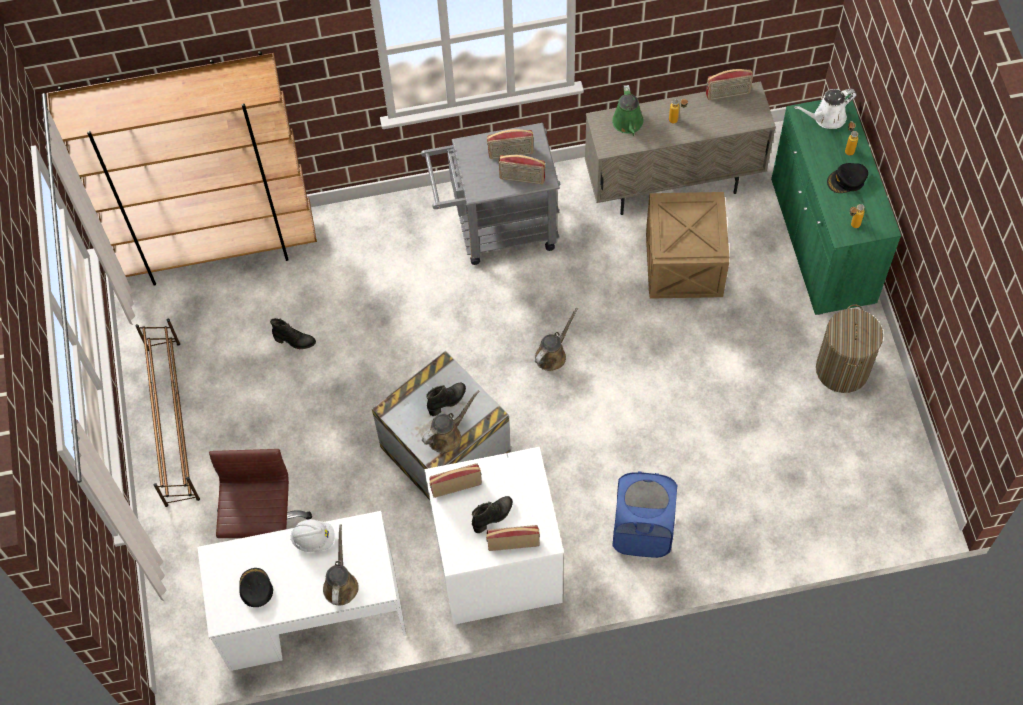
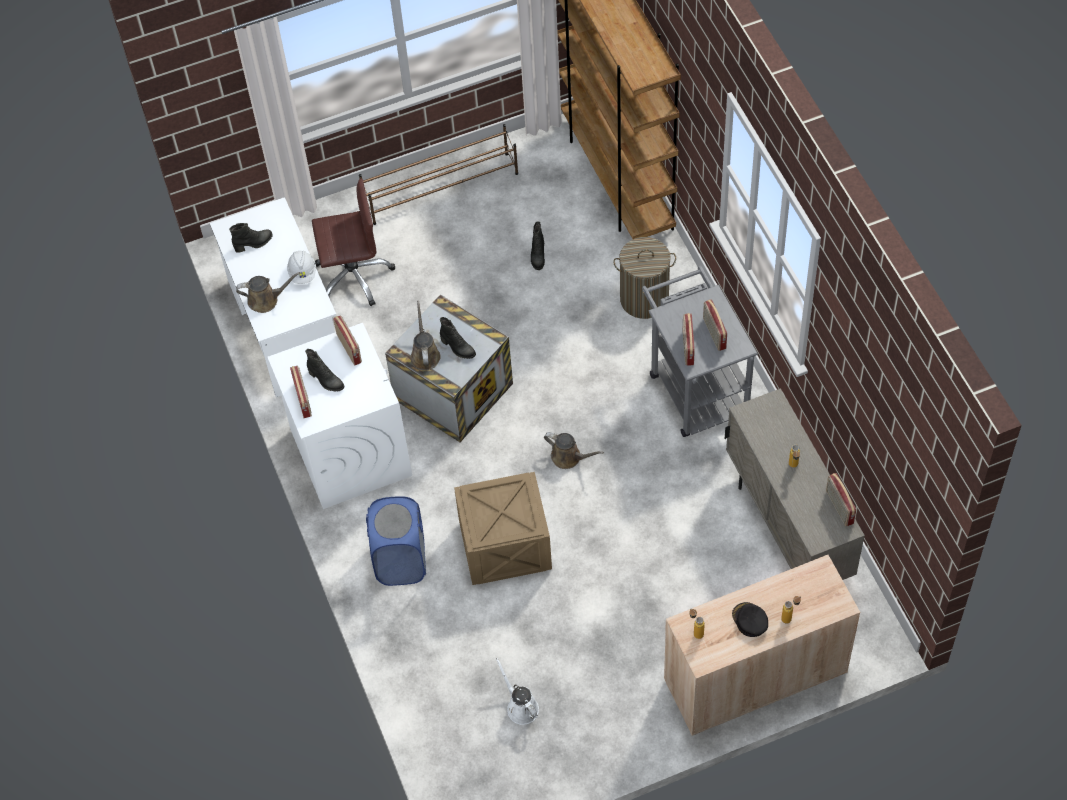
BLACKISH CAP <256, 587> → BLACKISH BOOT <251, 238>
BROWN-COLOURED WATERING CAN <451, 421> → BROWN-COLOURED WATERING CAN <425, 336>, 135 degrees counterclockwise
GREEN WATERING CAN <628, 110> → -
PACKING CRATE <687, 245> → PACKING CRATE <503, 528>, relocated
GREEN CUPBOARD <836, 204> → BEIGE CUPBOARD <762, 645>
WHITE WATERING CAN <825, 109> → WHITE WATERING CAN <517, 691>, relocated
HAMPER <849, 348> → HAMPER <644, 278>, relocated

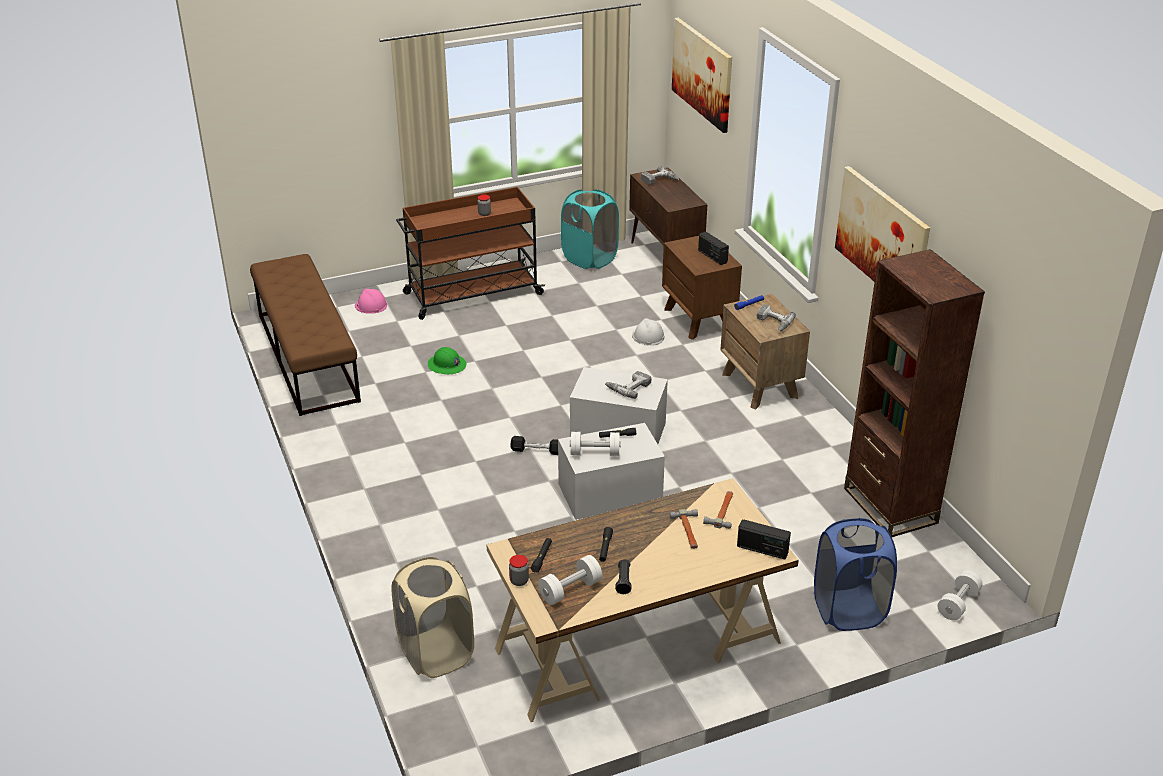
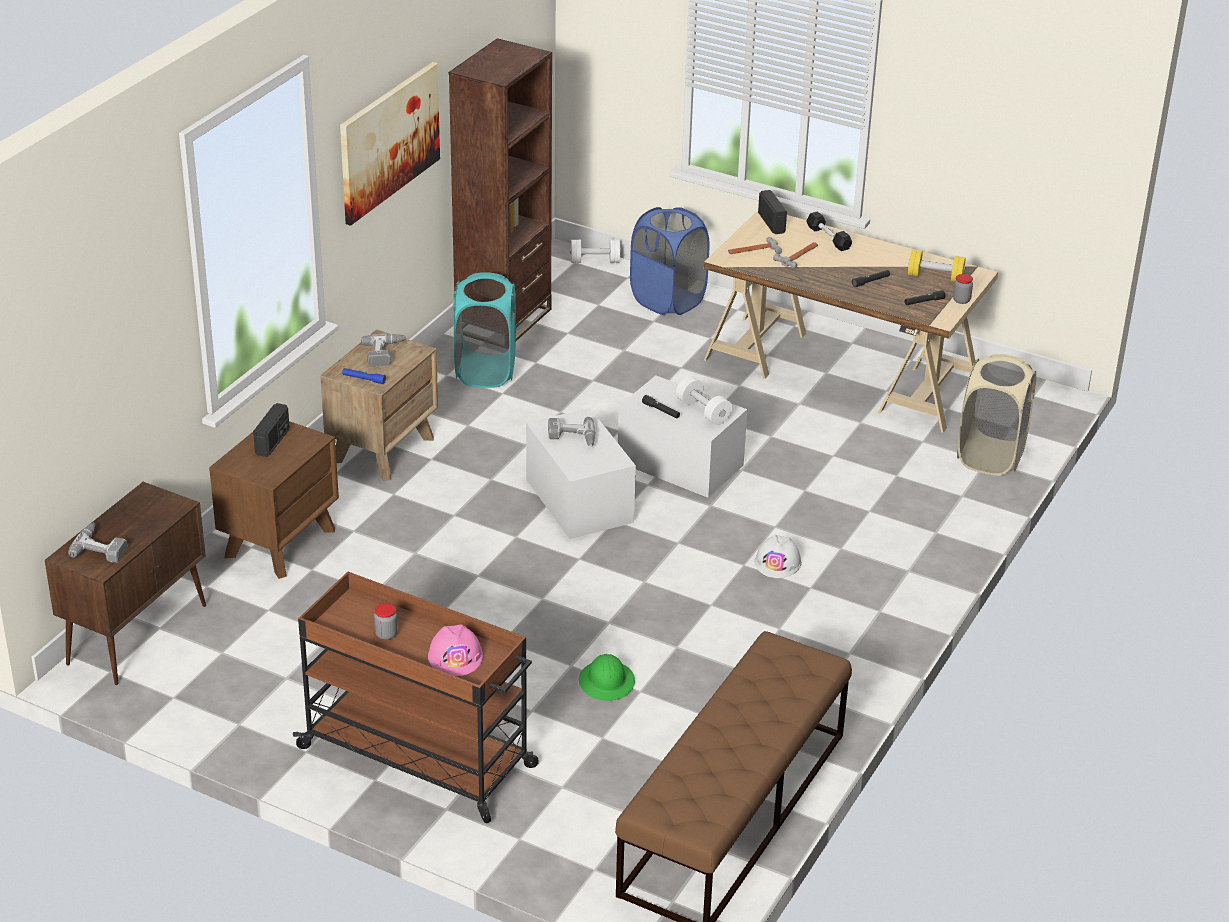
PINK-COLOURED HARD HAT <371, 301> → PINK-COLOURED HARD HAT <455, 650>, relocated
BLACKISH DUMBBELL <534, 445> → BLACKISH DUMBBELL <829, 231>, relocated
WHITE DUMBBELL <570, 580> → YELLOWISH DUMBBELL <937, 266>
TURQUOISE-COLOURED HAMPER <590, 229> → TURQUOISE-COLOURED HAMPER <484, 330>, relocated
BLACKISH HAND TORCH <623, 576> → -
WHITE HARD HAT <648, 332> → WHITE HARD HAT <777, 556>, relocated
PICTURE <702, 75> → -

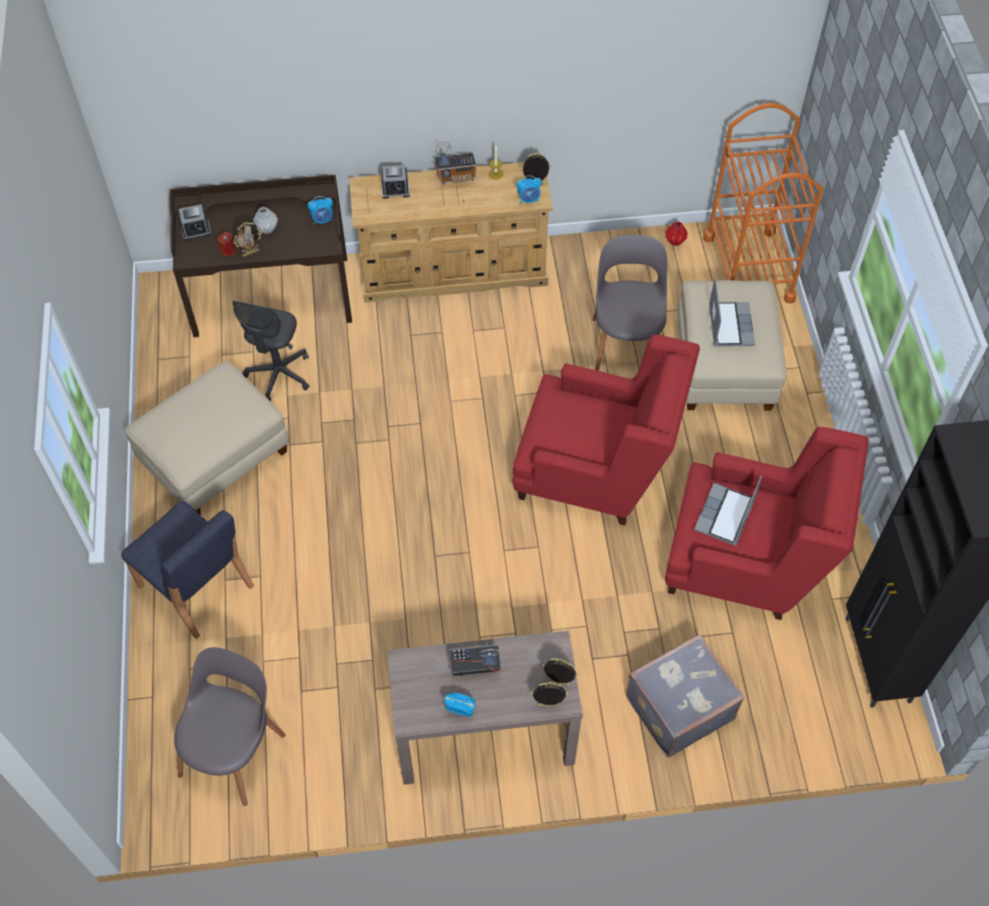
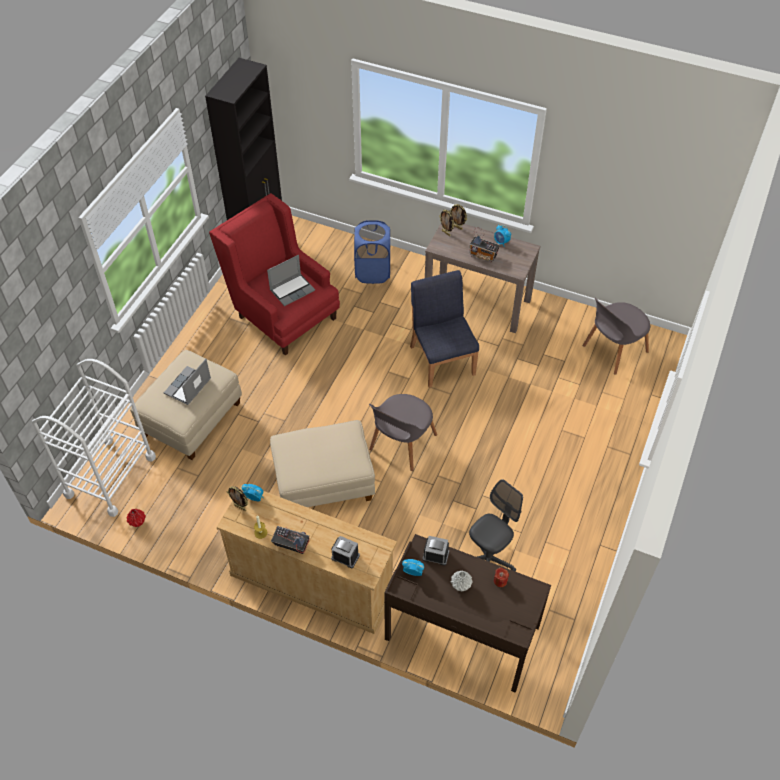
BLUE-COLOURED UPRIGHT CHAIR <187, 570> → BLUE-COLOURED UPRIGHT CHAIR <444, 329>, relocated
BEIGE OTTOMAN <207, 438> → BEIGE OTTOMAN <322, 463>, relocated
ALARM CLOCK <194, 222> → ALARM CLOCK <436, 551>, relocated
PHOTO FRAME <247, 239> → -
RED-COLOURED EASY CHAIR <606, 430> → -
GREY UPRIGHT CHAIR <630, 303> → GREY UPRIGHT CHAIR <403, 432>, relocated
GREY SUITCASE <685, 696> → BLUE-COLOURED HAMPER <372, 252>
ORANGE-COLOURED WHEELED CART <763, 203> → WHITE WHEELED CART <94, 438>

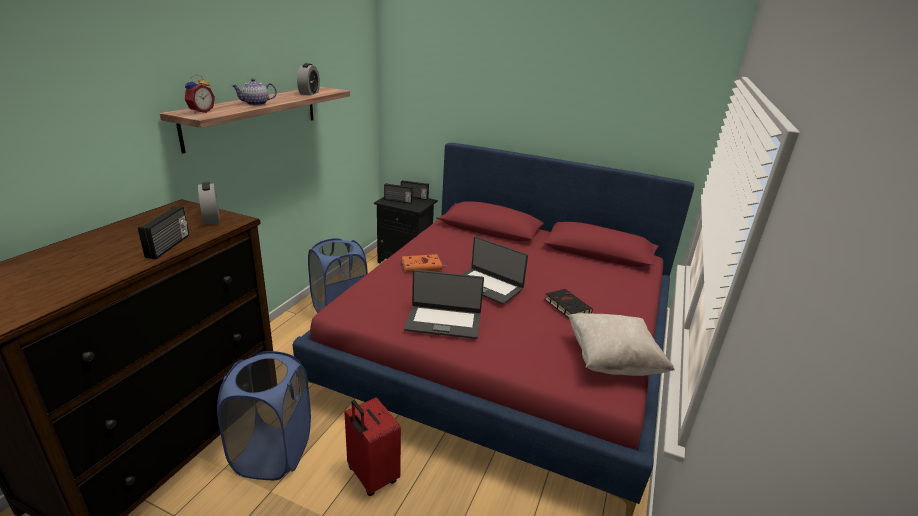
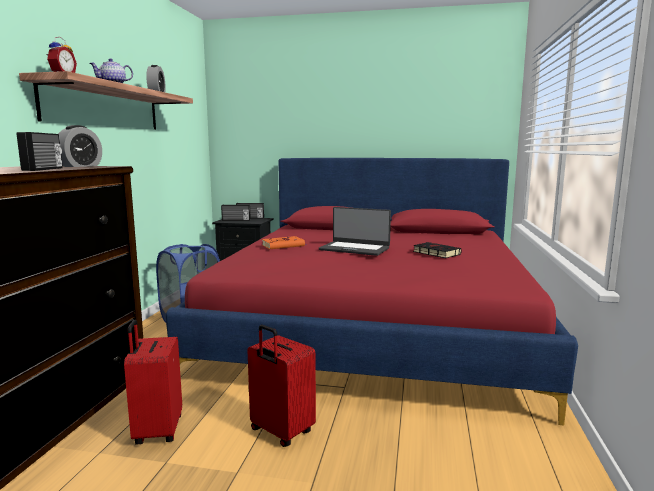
ALARM CLOCK <209, 203> → ALARM CLOCK <80, 146>, 120 degrees counterclockwise
BLUE-COLOURED HAMPER <264, 415> → RED-COLOURED SUITCASE <153, 382>
LAPTOP <444, 304> → -
BEIGE PILLOW <621, 344> → -

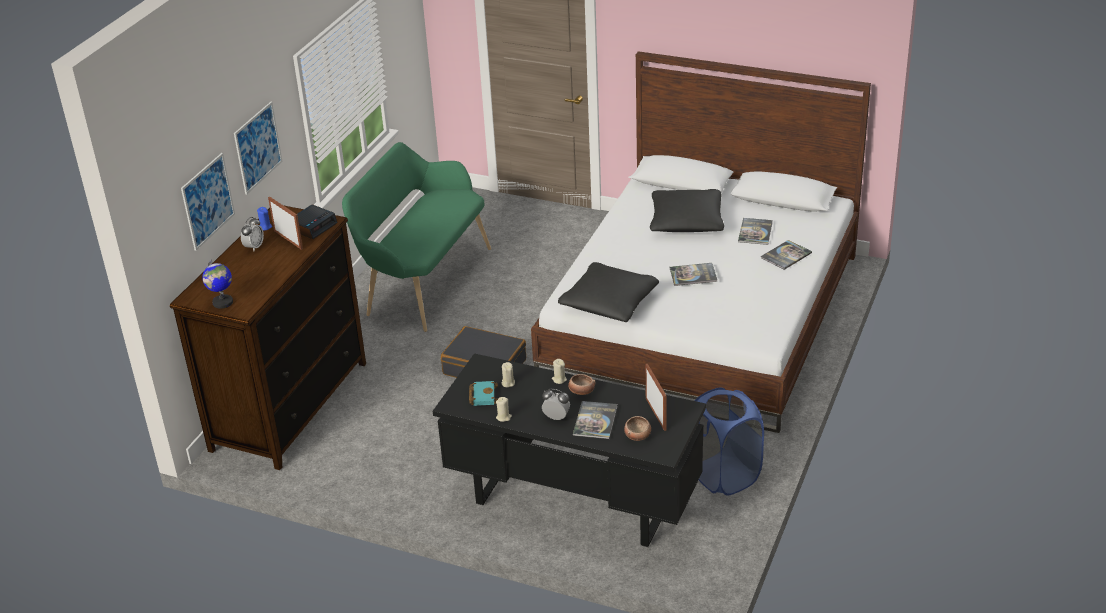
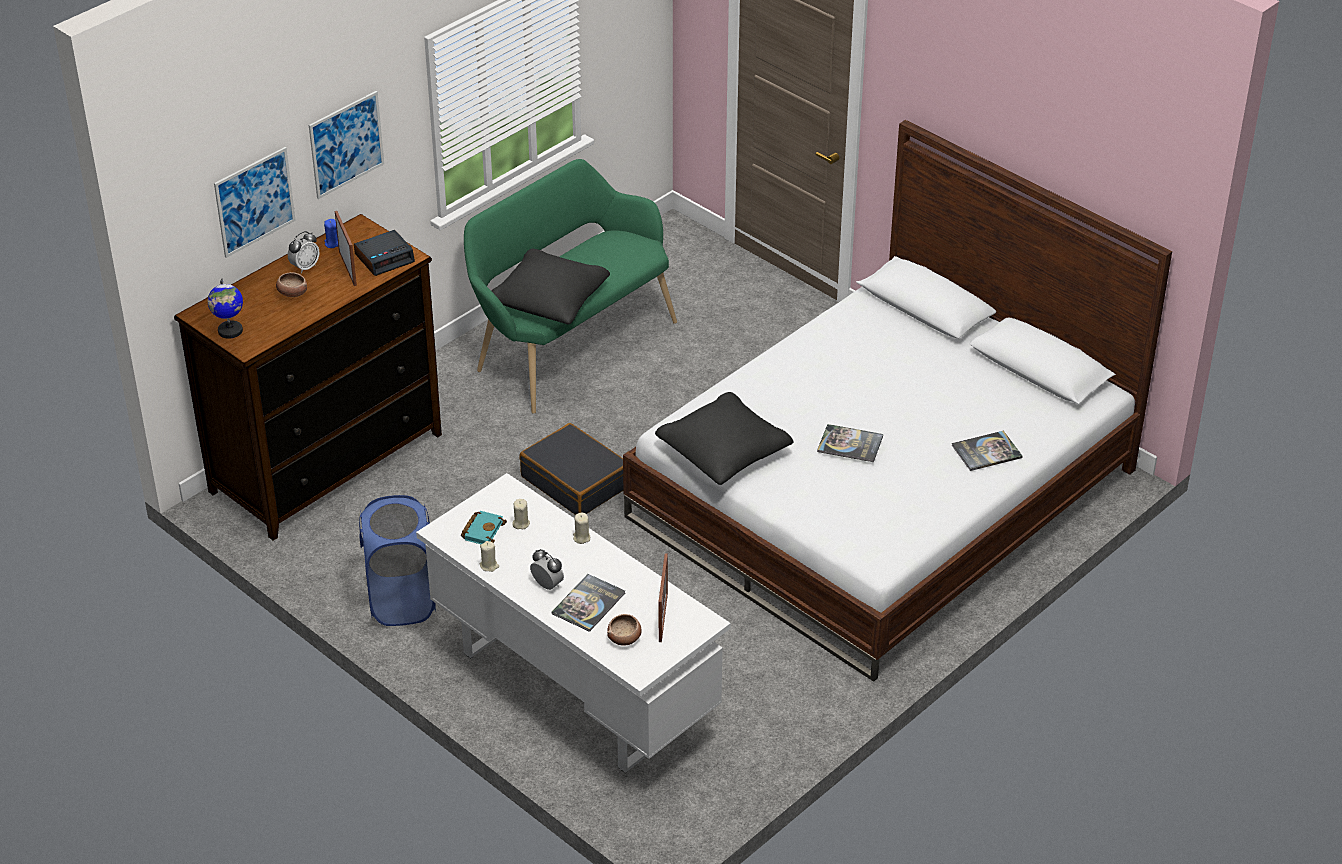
BLACKISH DESK UNIT <569, 450> → WHITE DESK UNIT <573, 623>
BOWL <581, 384> → BOWL <291, 284>, relocated
BLACKISH PILLOW <687, 210> → BLACKISH PILLOW <551, 287>, relocated
BLUE-COLOURED HAMPER <729, 442> → BLUE-COLOURED HAMPER <397, 560>, relocated
BOUND BOOK <755, 231> → -

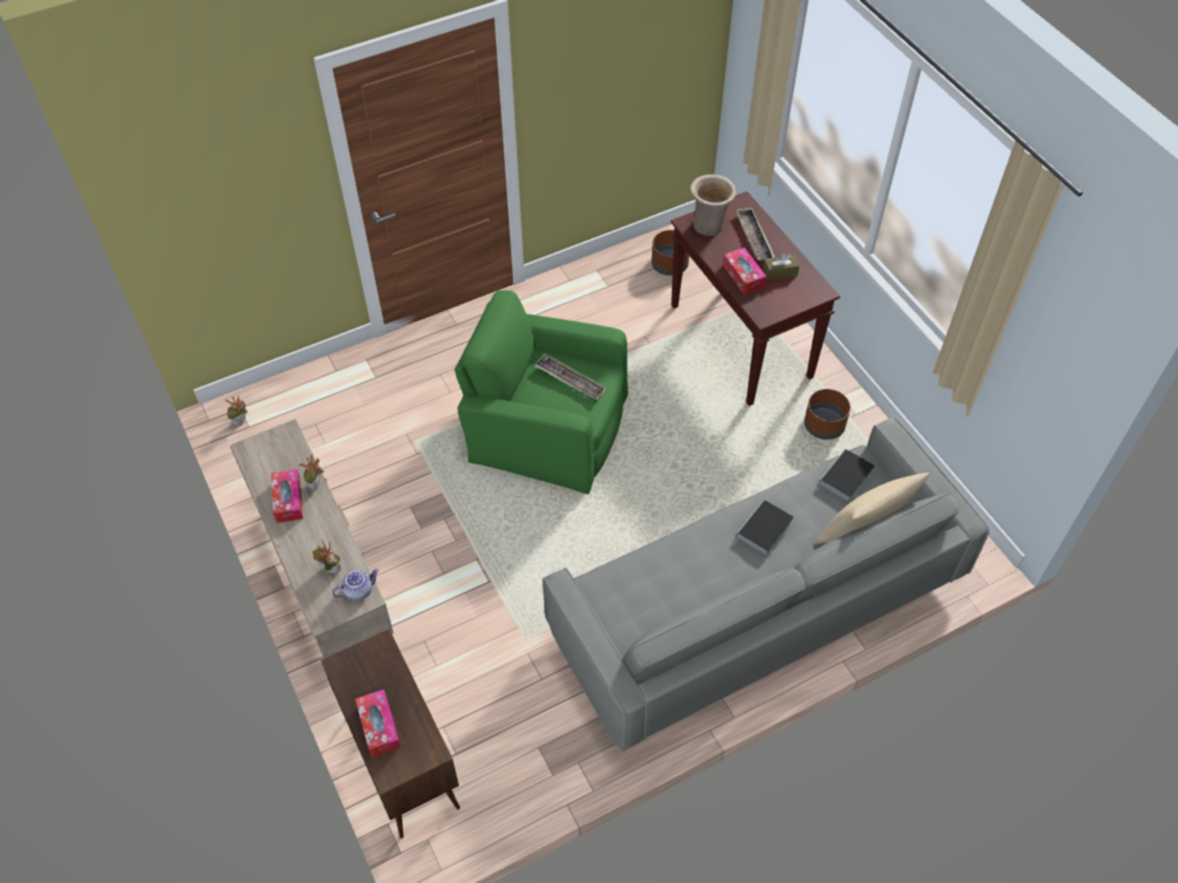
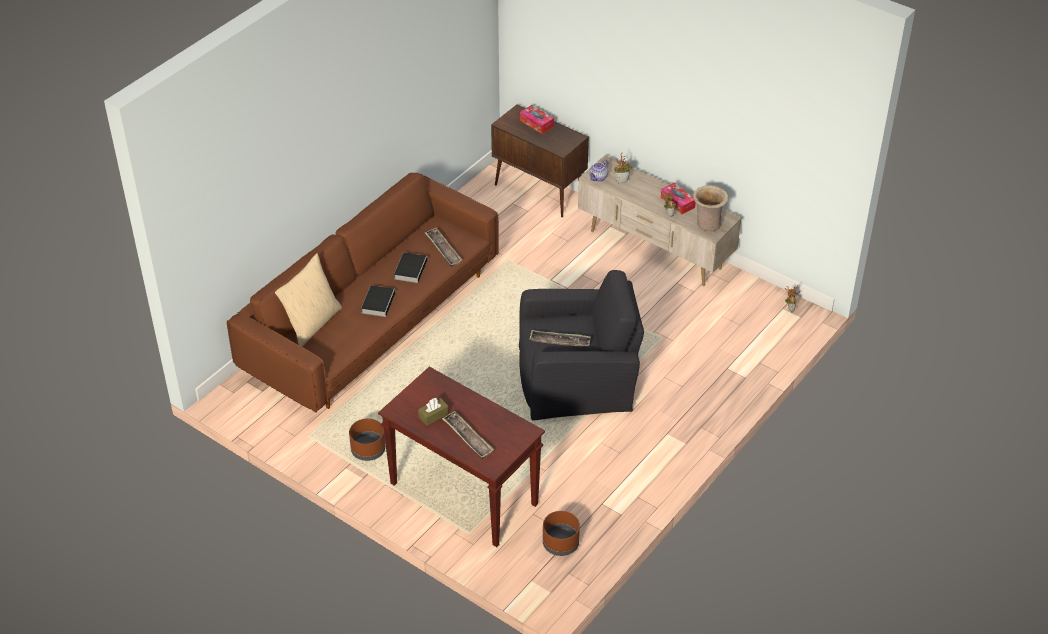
GREEN EASY CHAIR <541, 392> → BLACKISH EASY CHAIR <581, 345>
GREY SETTEE <766, 584> → BROWN-COLOURED SETTEE <363, 293>
BEIGE VASE <713, 205> → BEIGE VASE <710, 208>, relocated
TISSUE BOX <745, 271> → -
BOUND BOOK <845, 475> → BOUND BOOK <410, 267>, relocated
- → SERVING TRAY <443, 247>

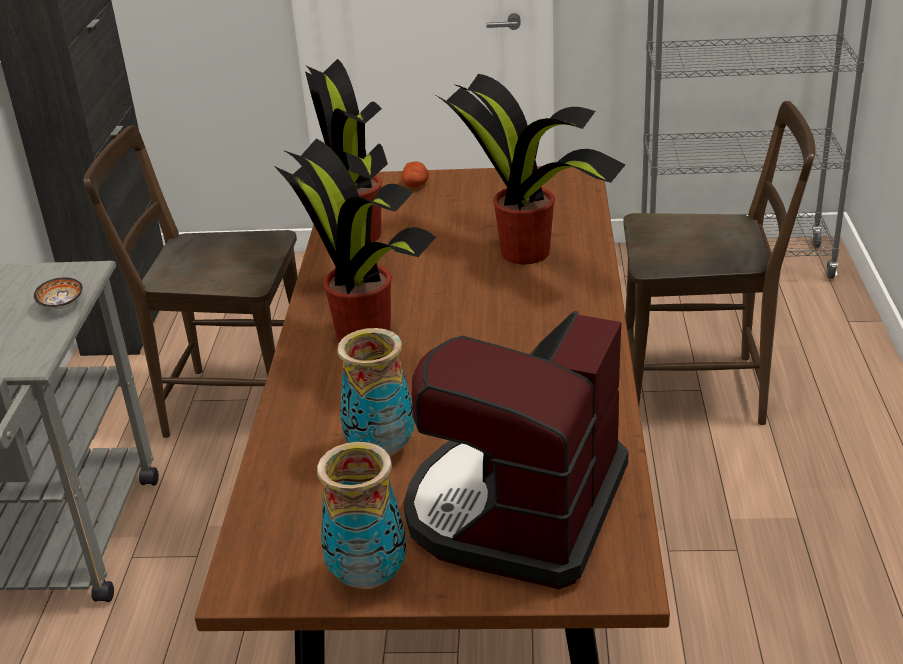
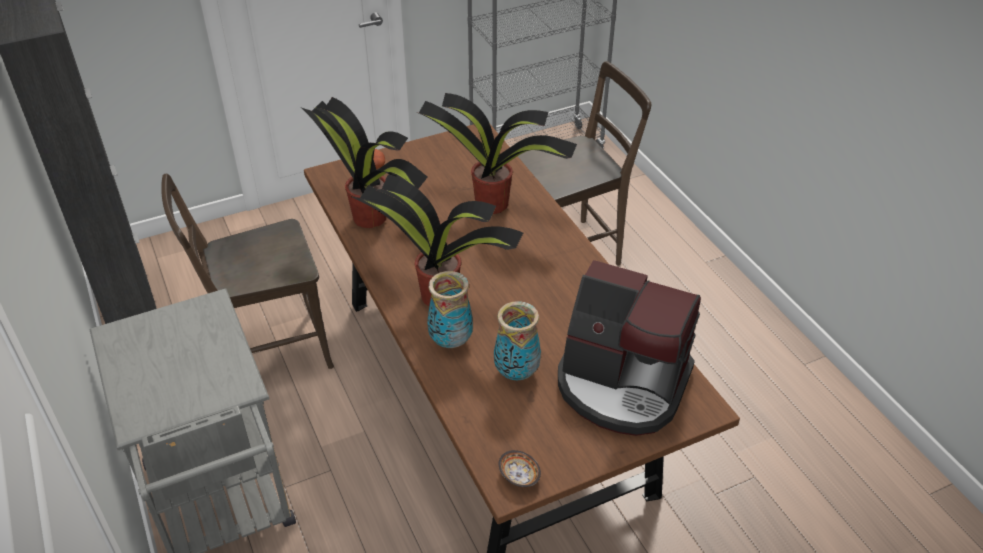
BOWL <58, 293> → BOWL <520, 468>, relocated
VASE <362, 515> → VASE <450, 309>, relocated
COFFEE MACHINE <516, 450> → COFFEE MACHINE <629, 348>, 60 degrees counterclockwise

